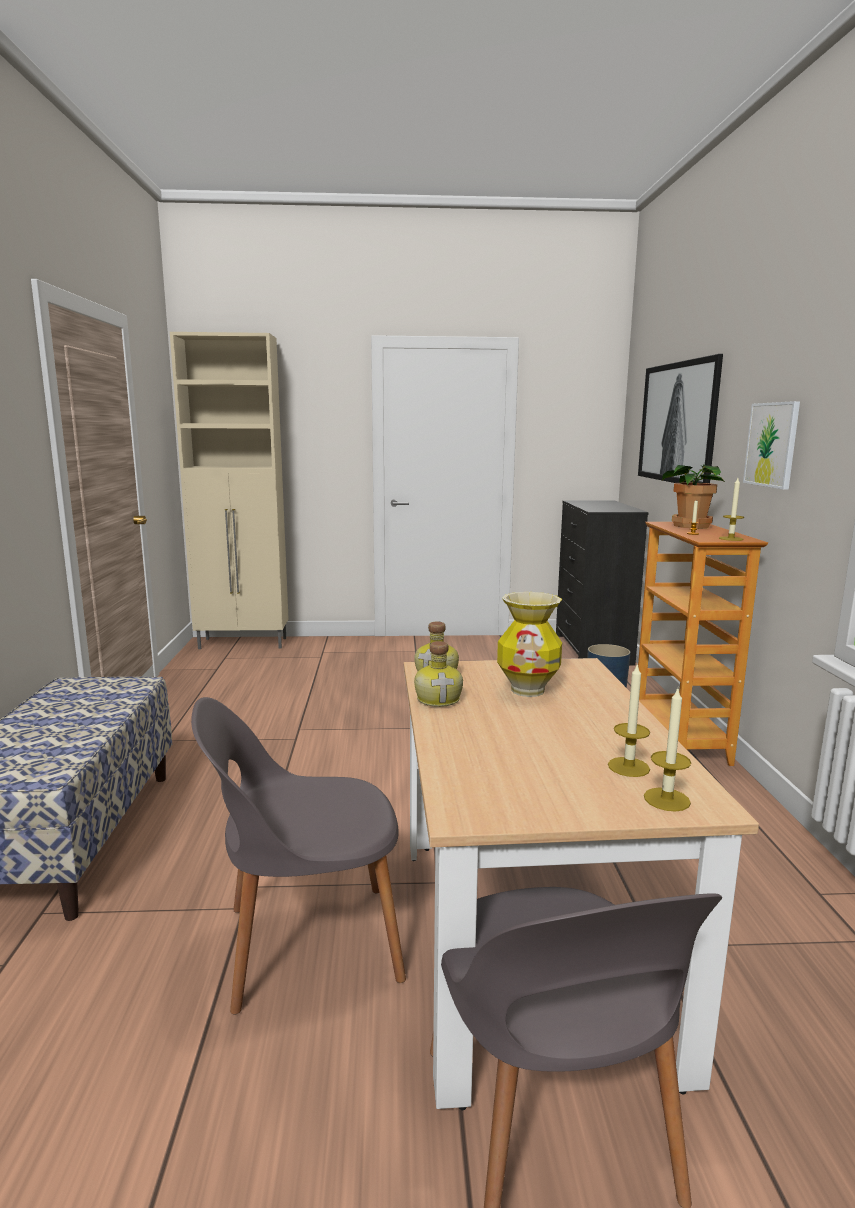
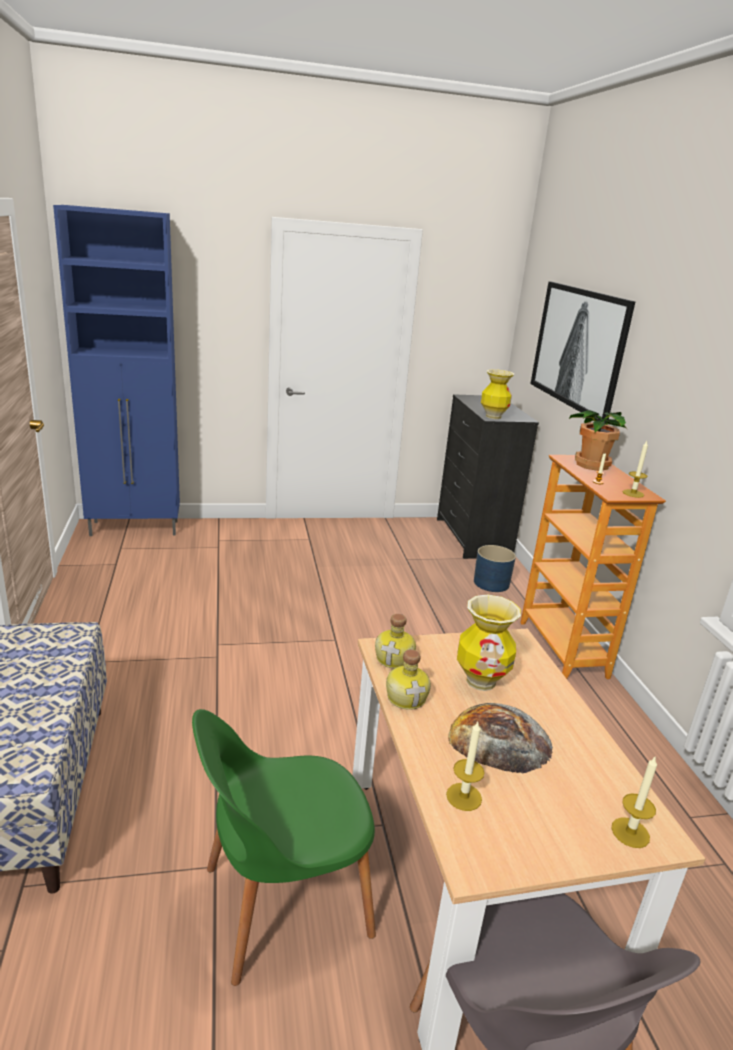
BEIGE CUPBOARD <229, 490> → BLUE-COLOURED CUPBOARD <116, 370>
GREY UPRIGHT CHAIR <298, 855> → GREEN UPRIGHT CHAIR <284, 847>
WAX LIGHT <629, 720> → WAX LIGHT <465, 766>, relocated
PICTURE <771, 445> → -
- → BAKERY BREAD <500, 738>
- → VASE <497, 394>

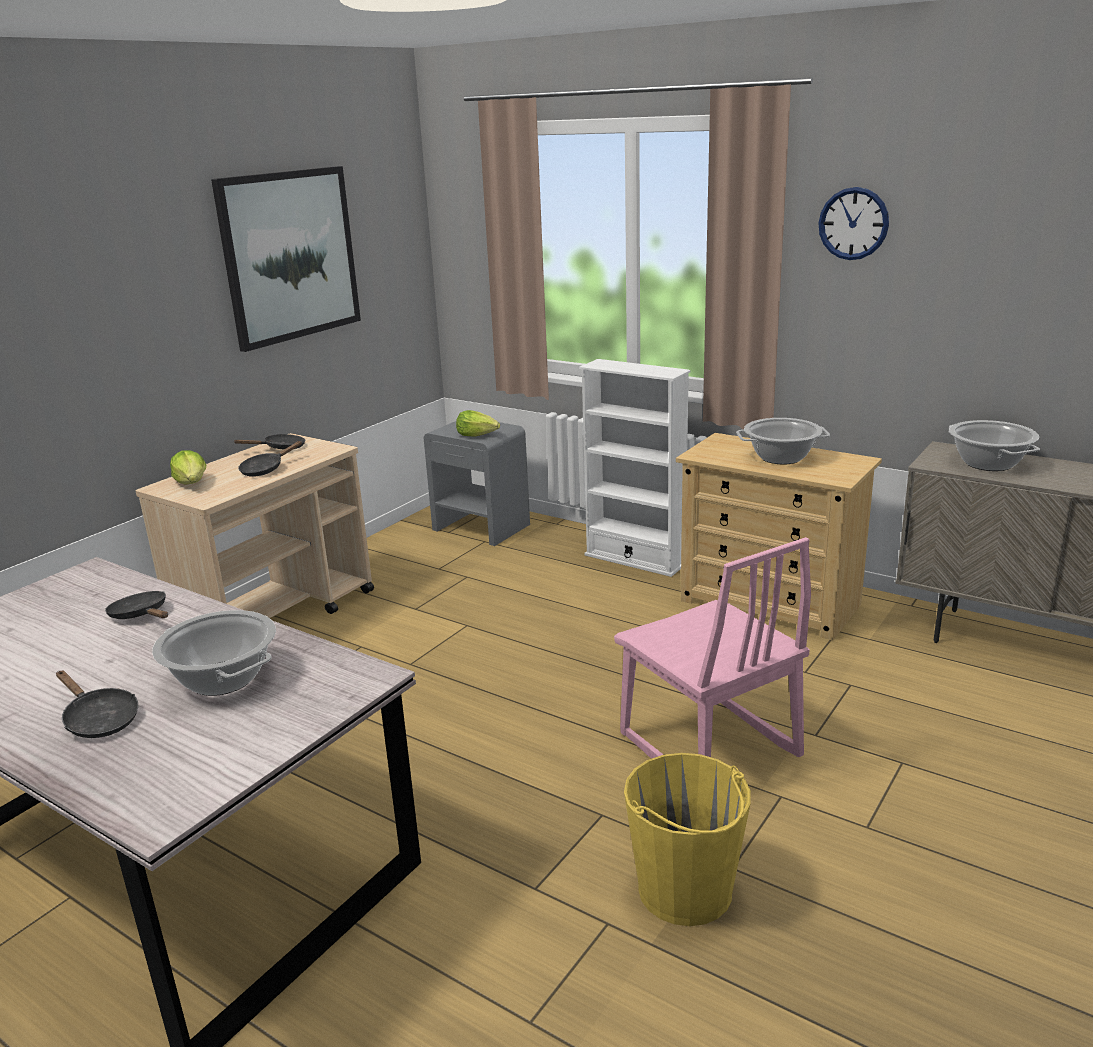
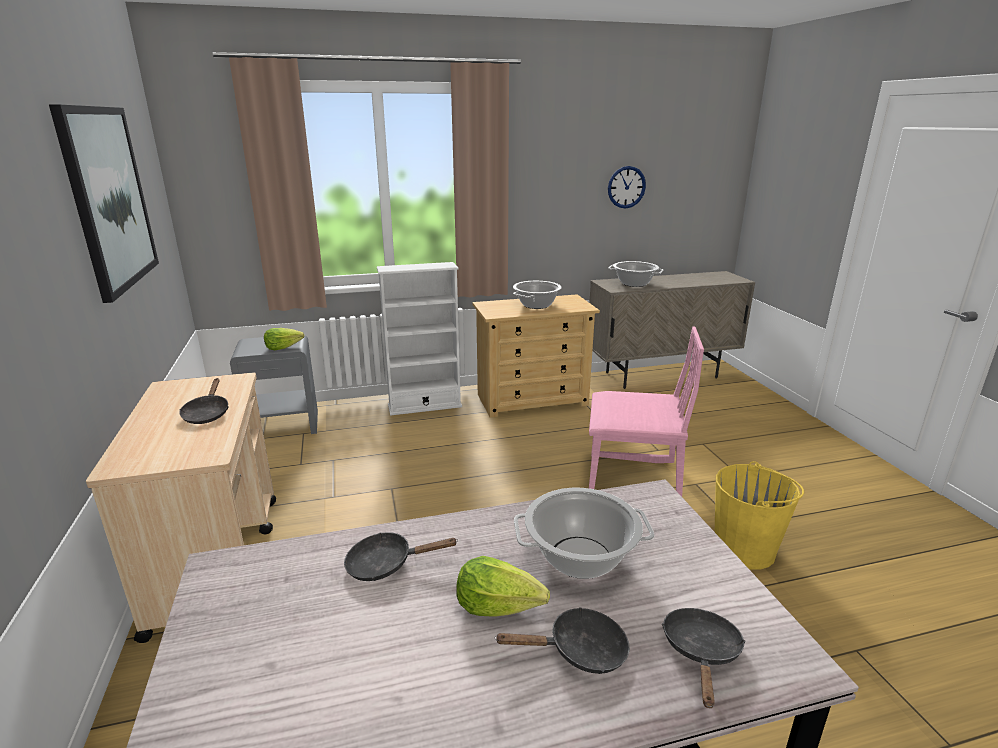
LETTUCE <188, 467> → LETTUCE <503, 586>, relocated
BLACKISH PAN <269, 441> → BLACKISH PAN <704, 658>, relocated
CLOCK ON THE WALL <853, 223> → CLOCK ON THE WALL <627, 187>, relocated

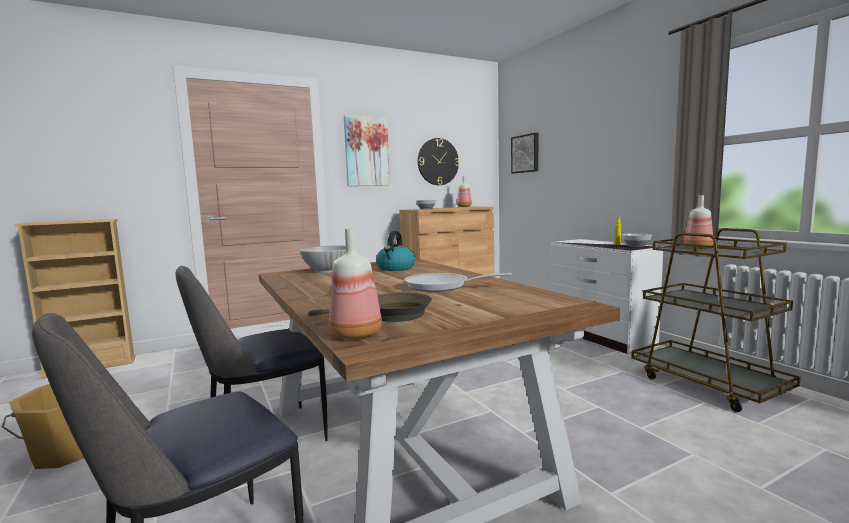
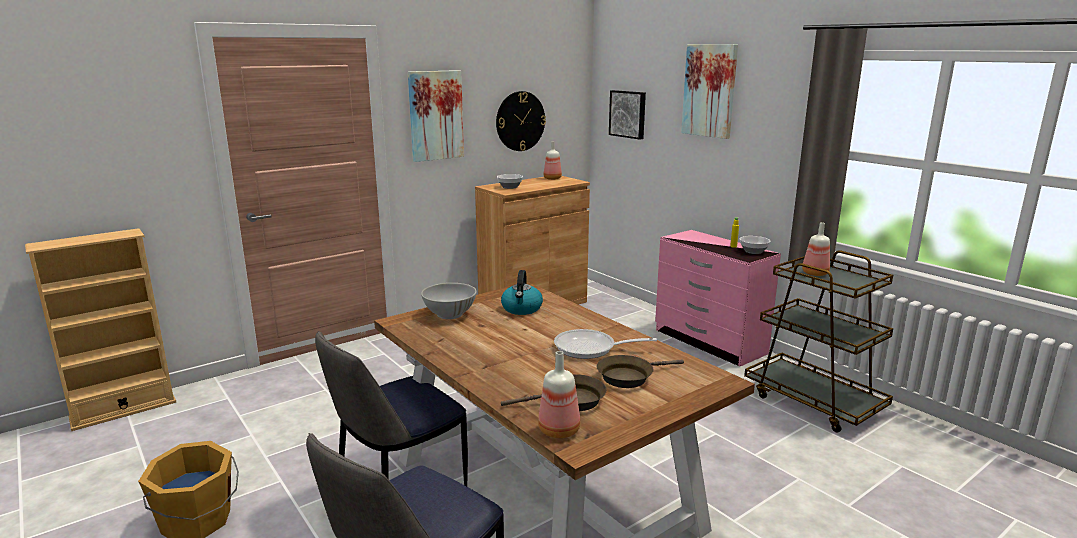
WHITE DRAWER CHEST <606, 296> → PINK-COLOURED DRAWER CHEST <718, 298>
- → BROWN-COLOURED PAN <640, 371>
- → PICTURE <709, 91>

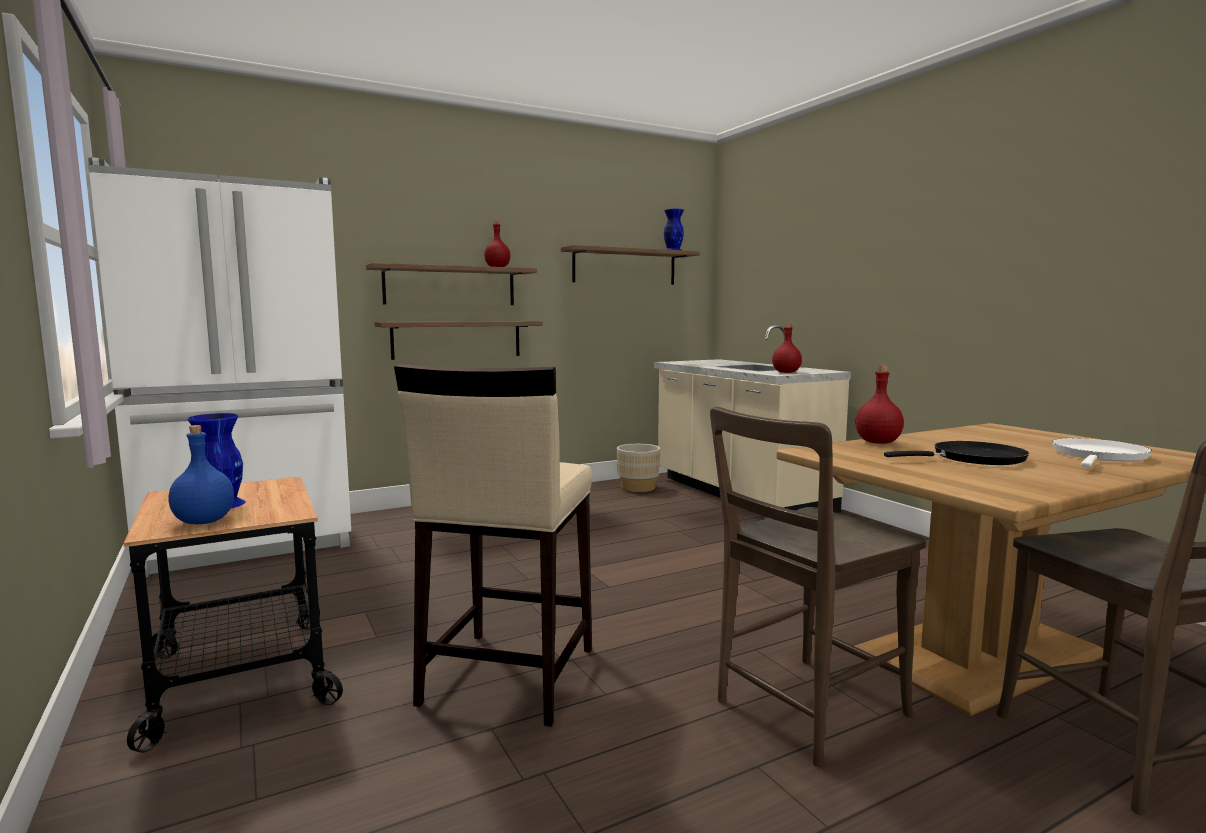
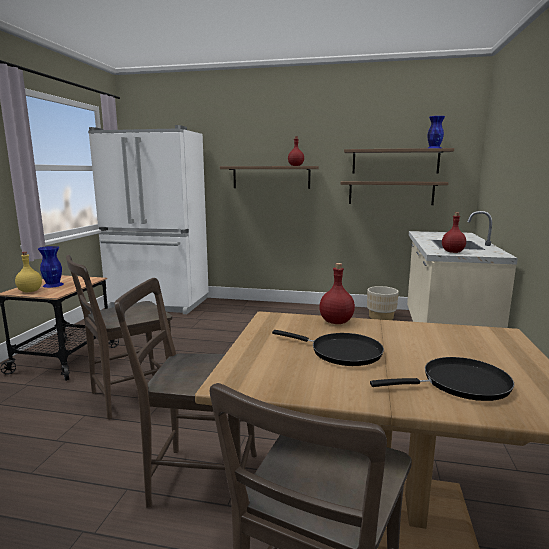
BLUE-COLOURED DRINK BOTTLE <201, 474> → YELLOWISH DRINK BOTTLE <28, 272>
BRACKET SHELF <459, 340> → BRACKET SHELF <394, 193>, relocated
BEIGE SITTING STOOL <493, 545> → BROWN-COLOURED UPRIGHT CHAIR <119, 337>
WHITE PAN <1102, 452> → BLACKISH PAN <442, 379>

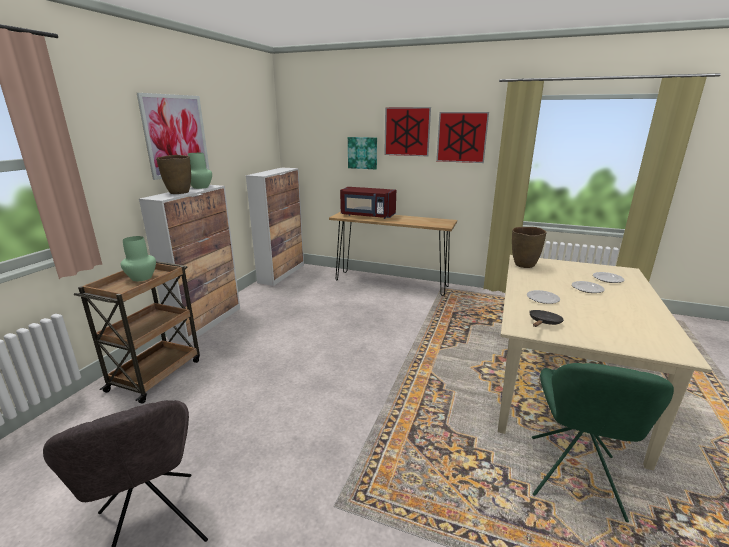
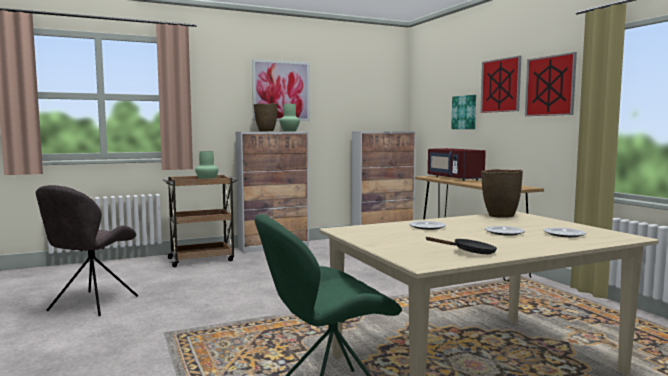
BLACKISH PAN <547, 318> → BLACKISH PAN <461, 245>, relocated

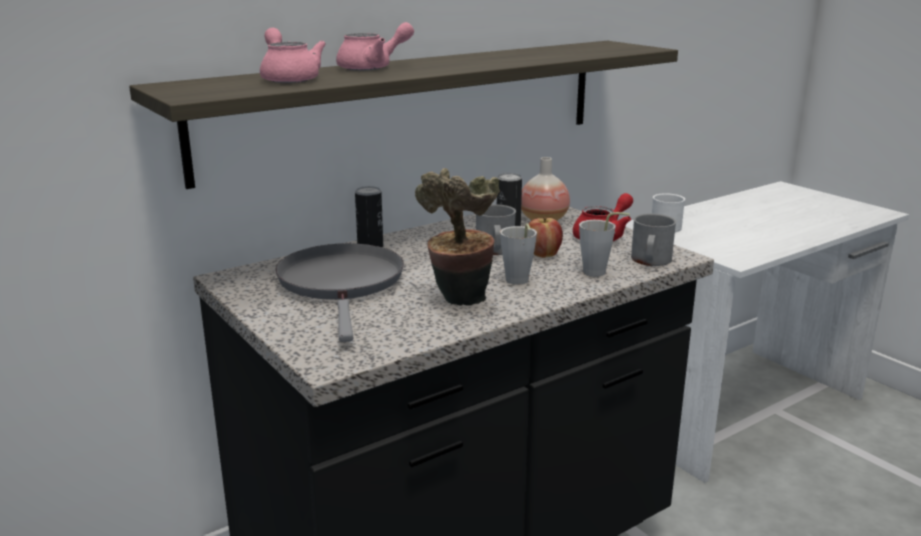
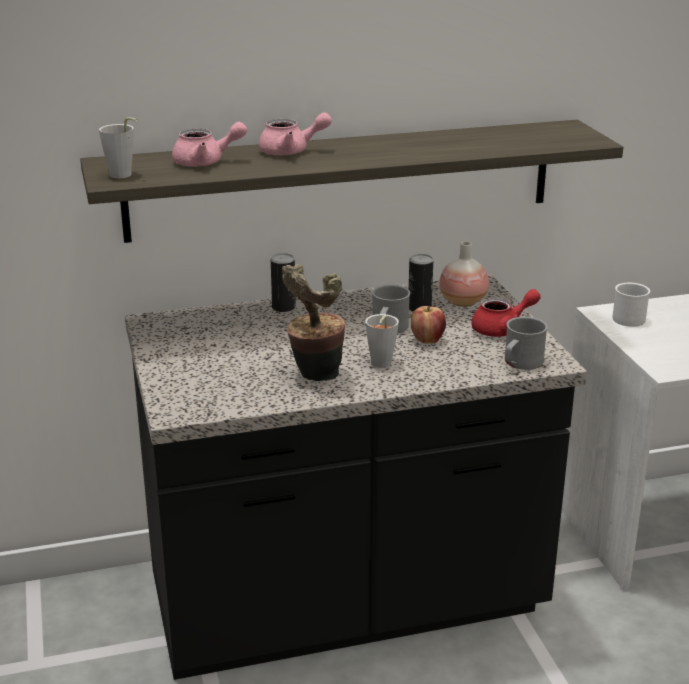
PINK-COLOURED TEA POT <293, 55> → PINK-COLOURED TEA POT <209, 144>, 90 degrees clockwise
GREY PAN <339, 292> → -
GREY SMALL CUP <604, 244> → GREY SMALL CUP <118, 147>, relocated

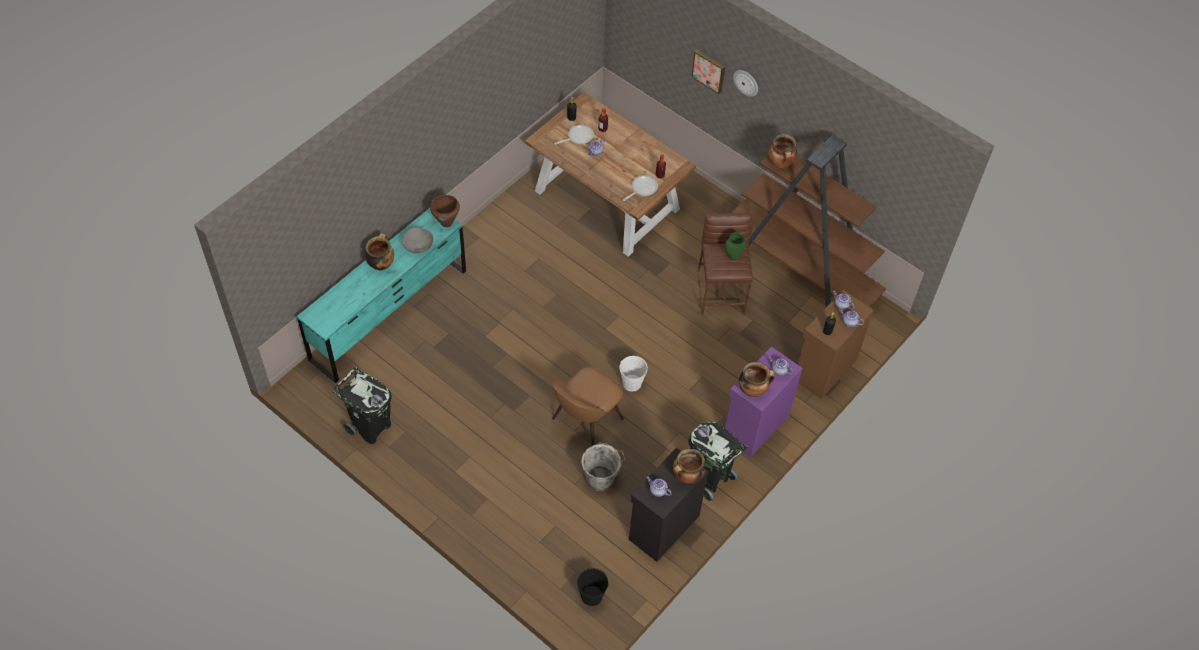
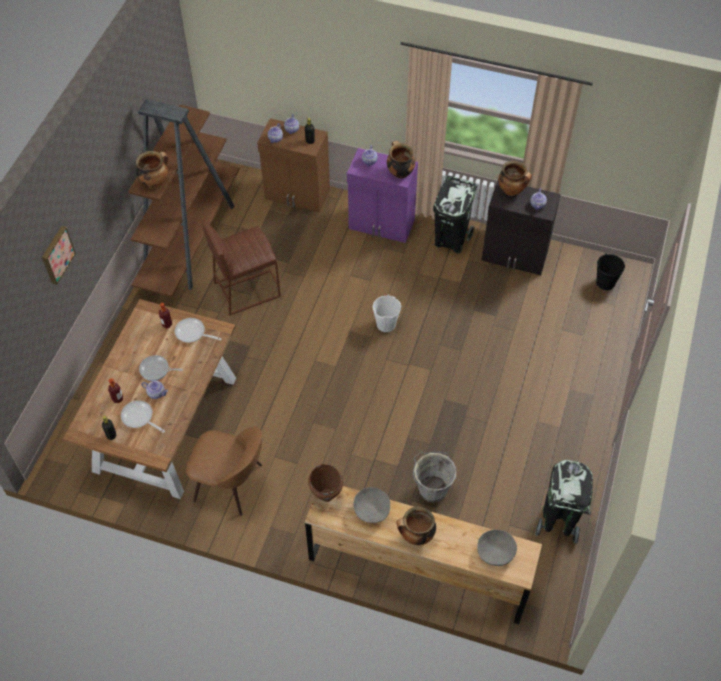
TURQUOISE-COLOURED DRAWER CHEST <381, 295> → BROWN-COLOURED DRAWER CHEST <423, 555>
BROWN-COLOURED UPRIGHT CHAIR <588, 406> → BROWN-COLOURED UPRIGHT CHAIR <224, 471>, relocated
GREY BUCKET <603, 466> → GREY BUCKET <435, 477>, relocated
GREEN VASE <735, 246> → -
CLOCK ON THE WALL <745, 83> → -
- → PAN <161, 368>
- → GREY BOWL <497, 548>

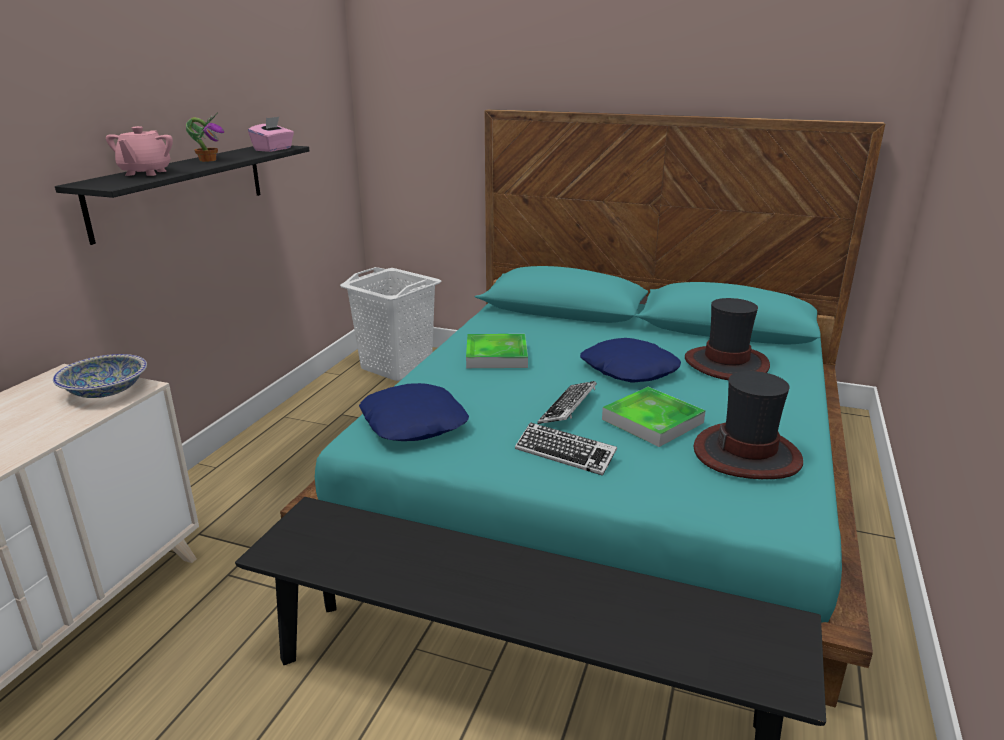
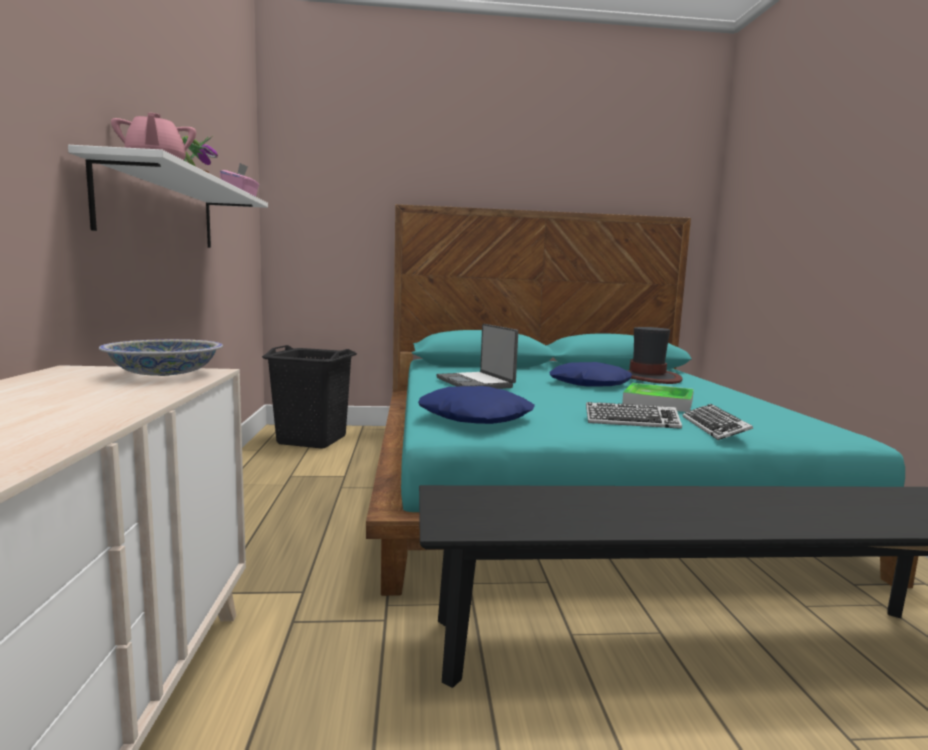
BLACKISH BRACKET SHELF <182, 195> → WHITE BRACKET SHELF <168, 196>
WHITE HAMPER <390, 324> → BLACKISH HAMPER <309, 397>
SERVING TRAY <497, 351> → LAPTOP <477, 356>
PC KEYBOARD <567, 402> → PC KEYBOARD <718, 422>, relocated
WEARABLE HAT <748, 425> → -

